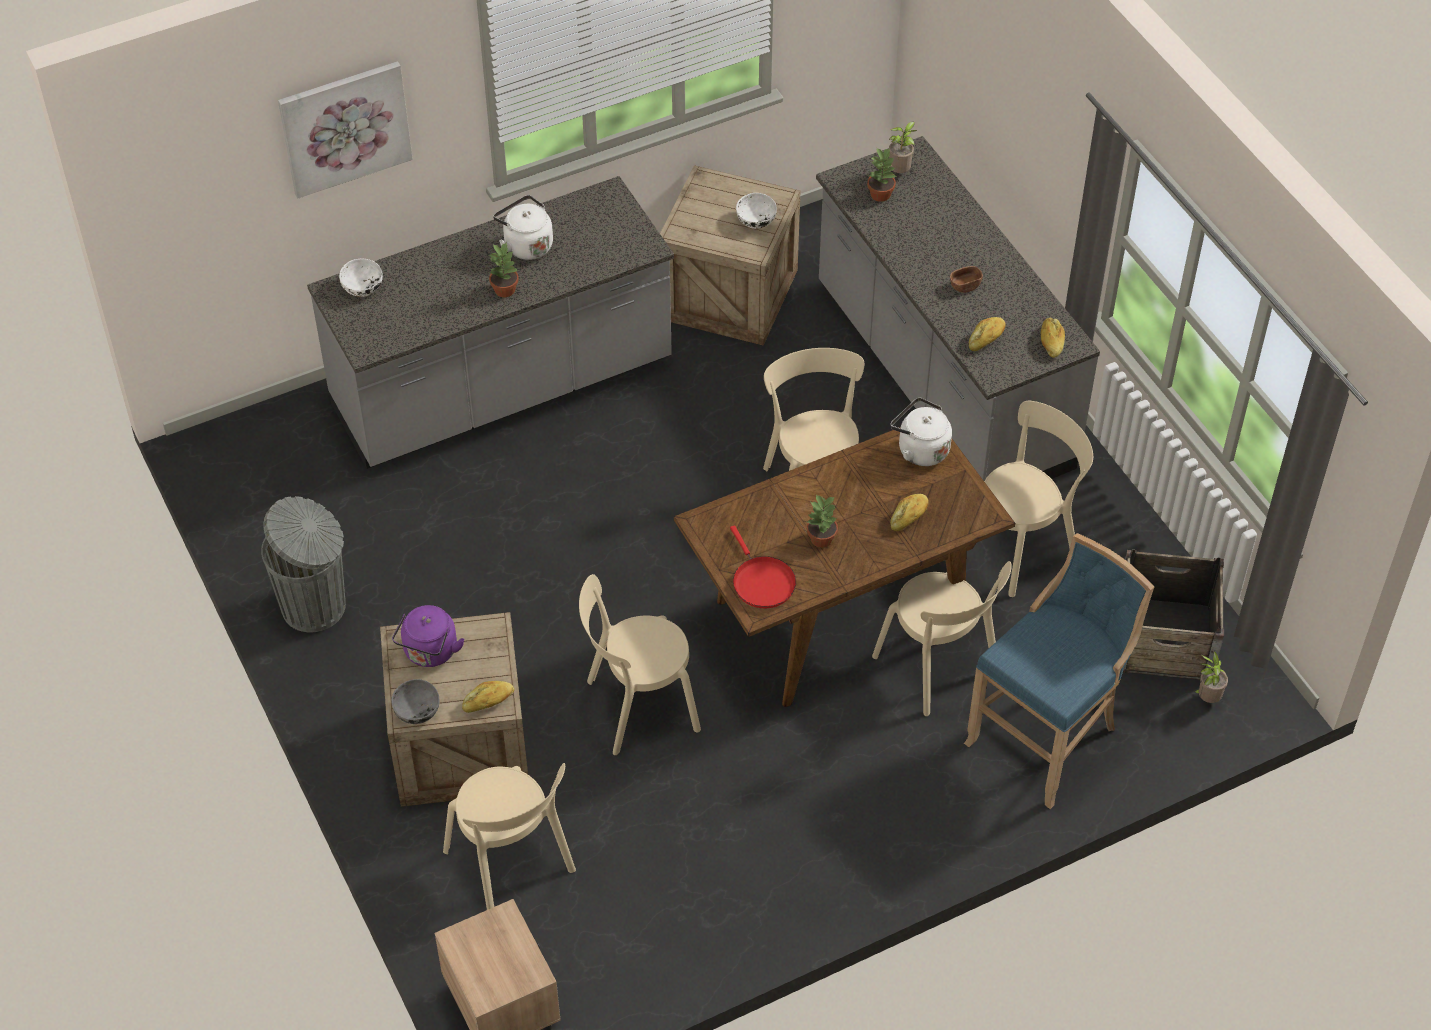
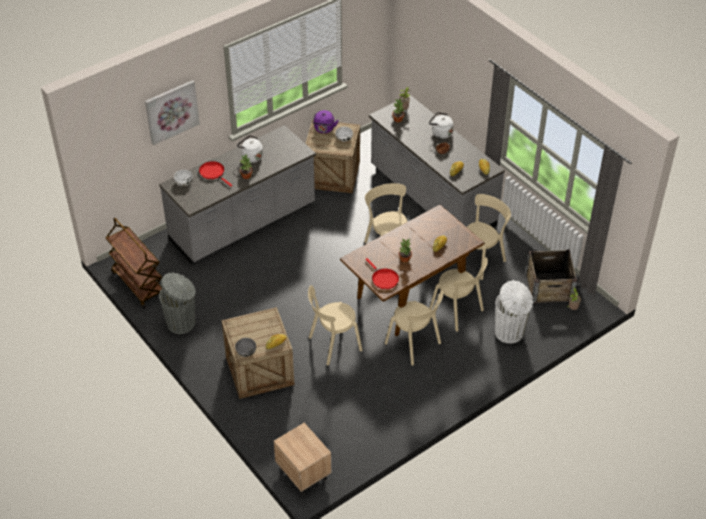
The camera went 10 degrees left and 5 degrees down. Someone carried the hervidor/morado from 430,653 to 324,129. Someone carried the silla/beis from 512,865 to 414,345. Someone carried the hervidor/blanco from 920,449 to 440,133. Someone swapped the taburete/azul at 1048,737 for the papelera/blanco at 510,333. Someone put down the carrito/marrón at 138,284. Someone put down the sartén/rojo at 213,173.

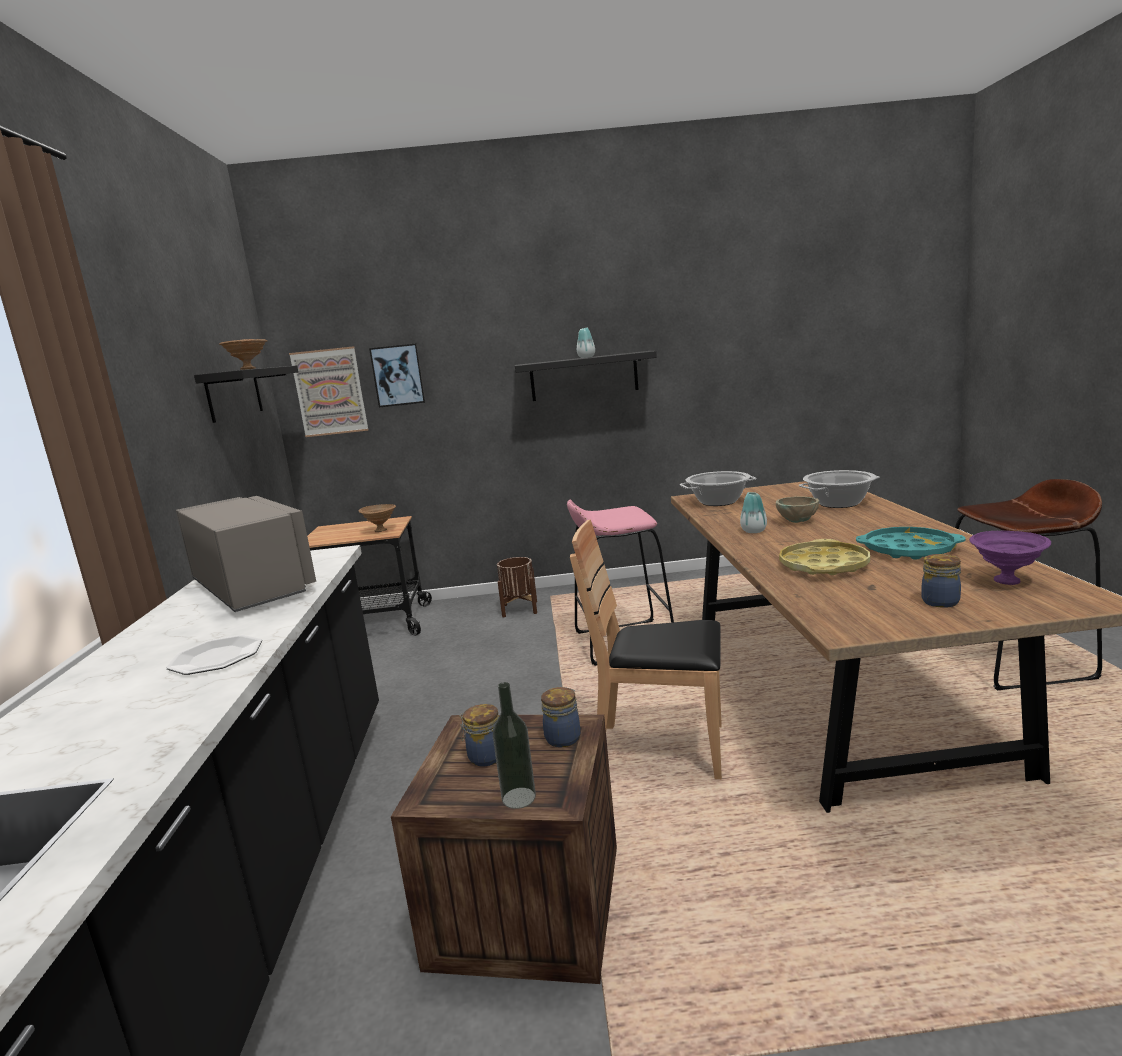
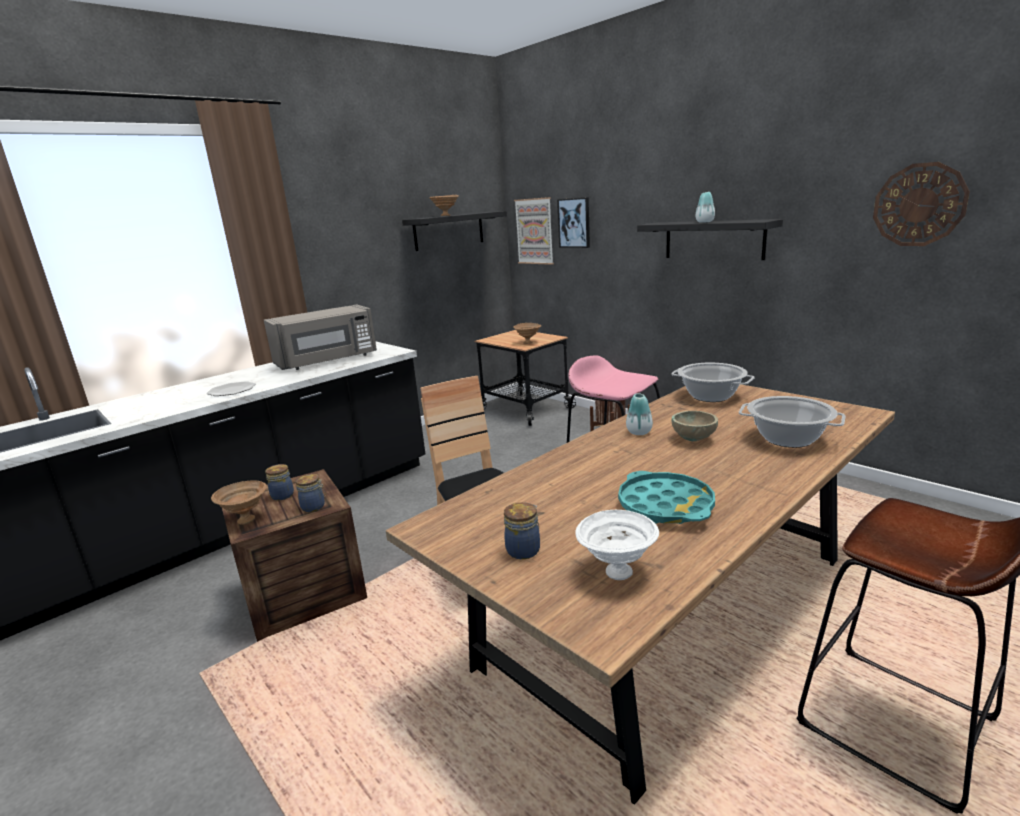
The camera went 50 degrees right and 5 degrees up. Someone rotated the microondas/gris at 254,588 by 45 degrees clockwise. Someone swapped the botella at 519,798 for the cuenco/marrón at 246,520. Someone took away the bandeja/amarillo at 823,566. Someone repainted the cuenco/morado at 1007,581, which became the cuenco/blanco at 616,573. Someone put up the reloj de pared at 919,205.

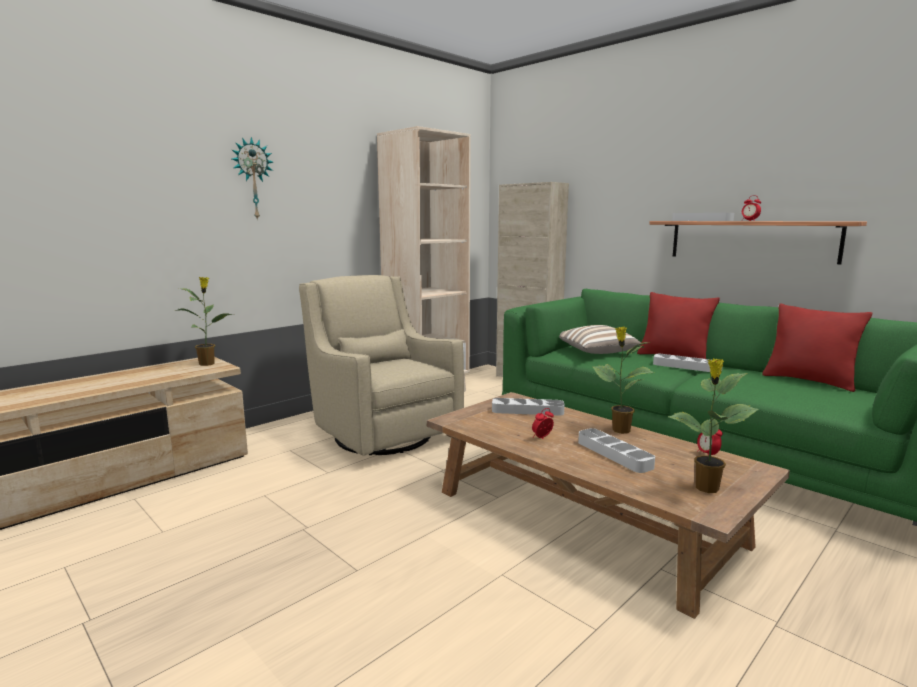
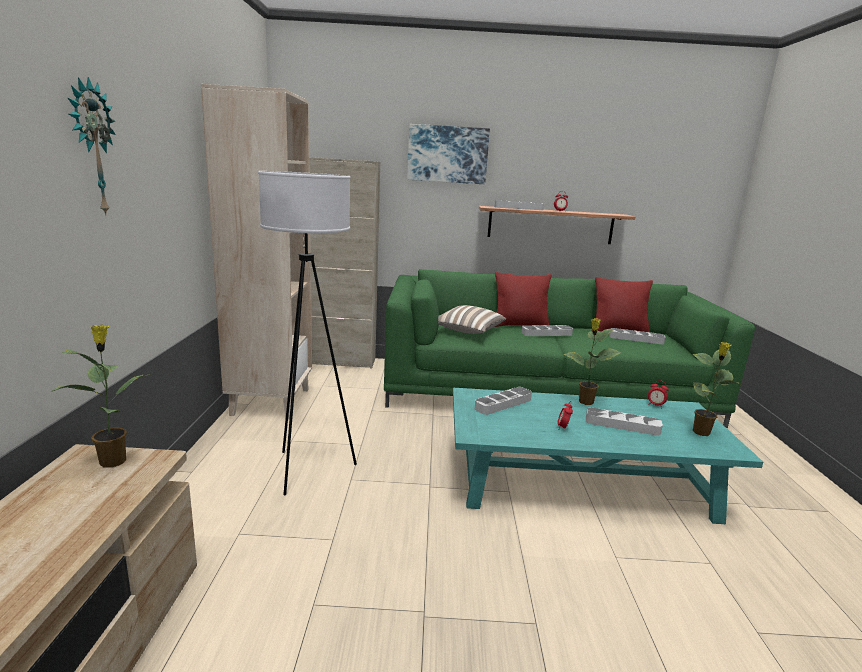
The camera went 45 degrees left and 5 degrees up. Someone swapped the sillón/beis at 381,434 for the lámpara de pie/blanco at 309,469. Someone repainted the mesa de centro/marrón at 586,517, which became the mesa de centro/turquesa at 581,480. Someone put up the cuadro at 447,154. Someone put down the bandeja/gris at 636,339.

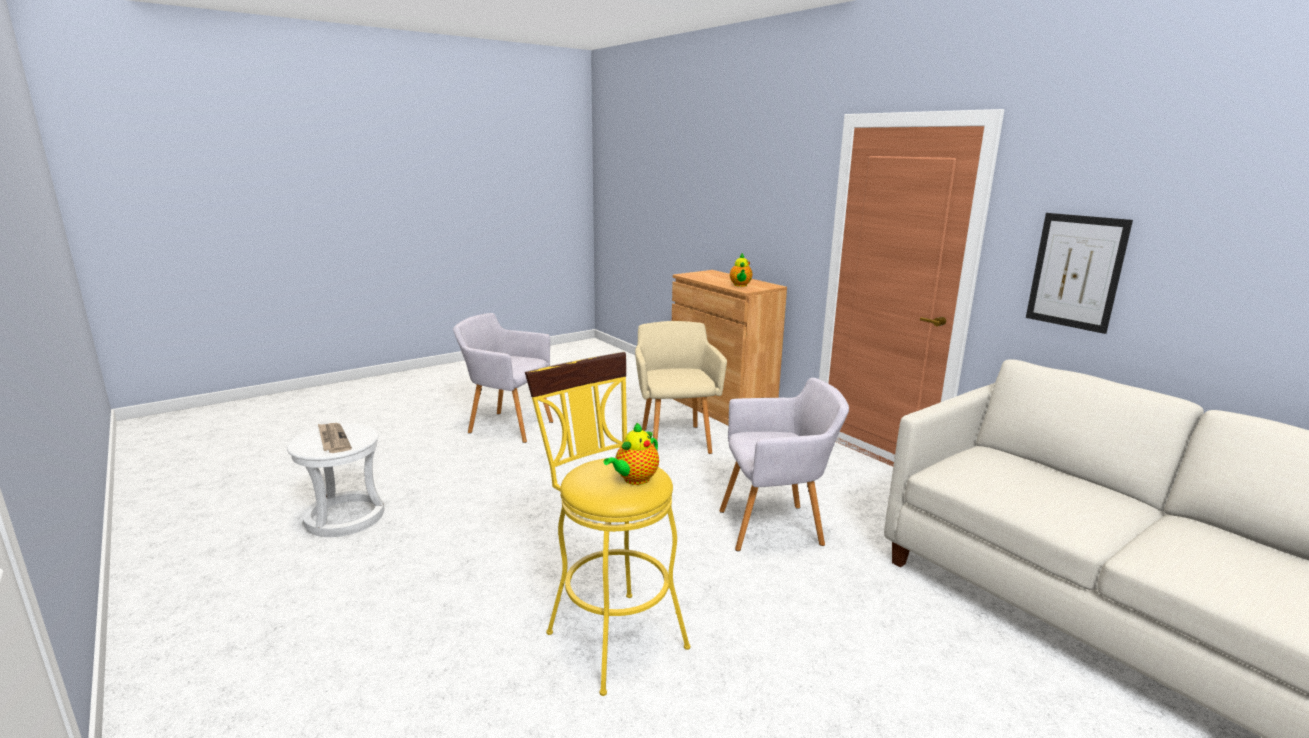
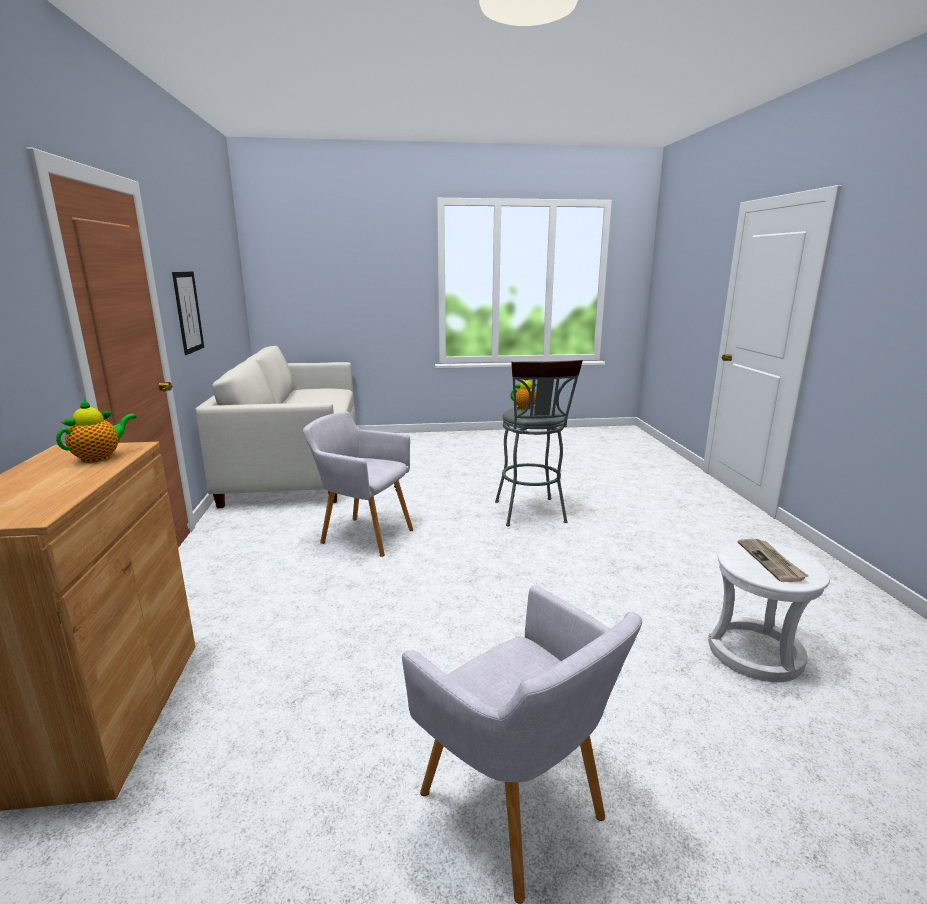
The camera went 150 degrees left and 0 degrees up. Someone repainted the taburete/amarillo at 610,633, which became the taburete/gris at 531,514. Someone took away the sillón/beis at 675,438.

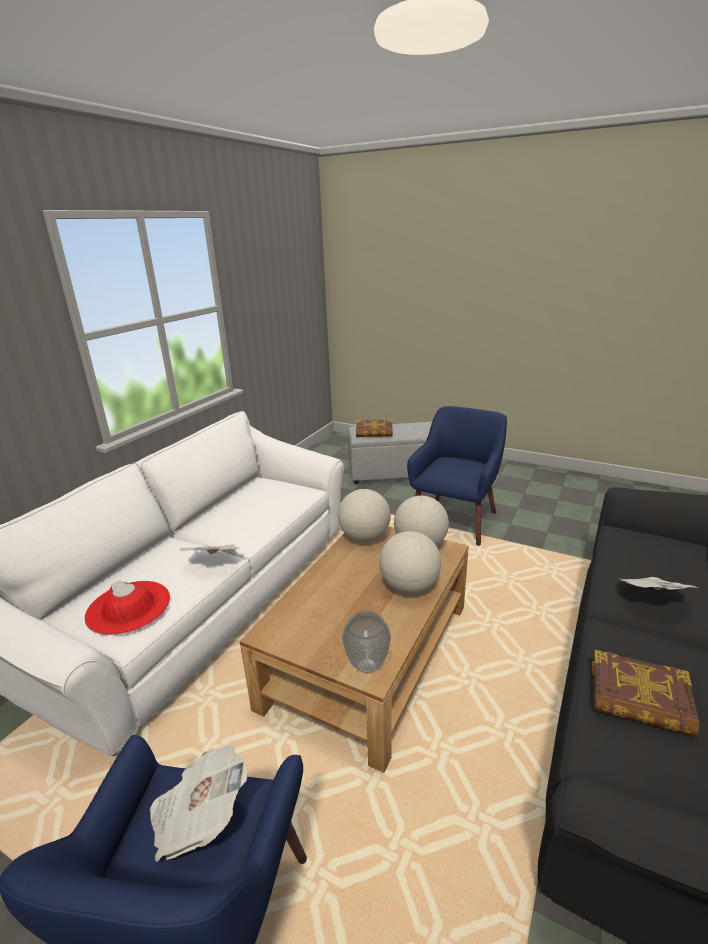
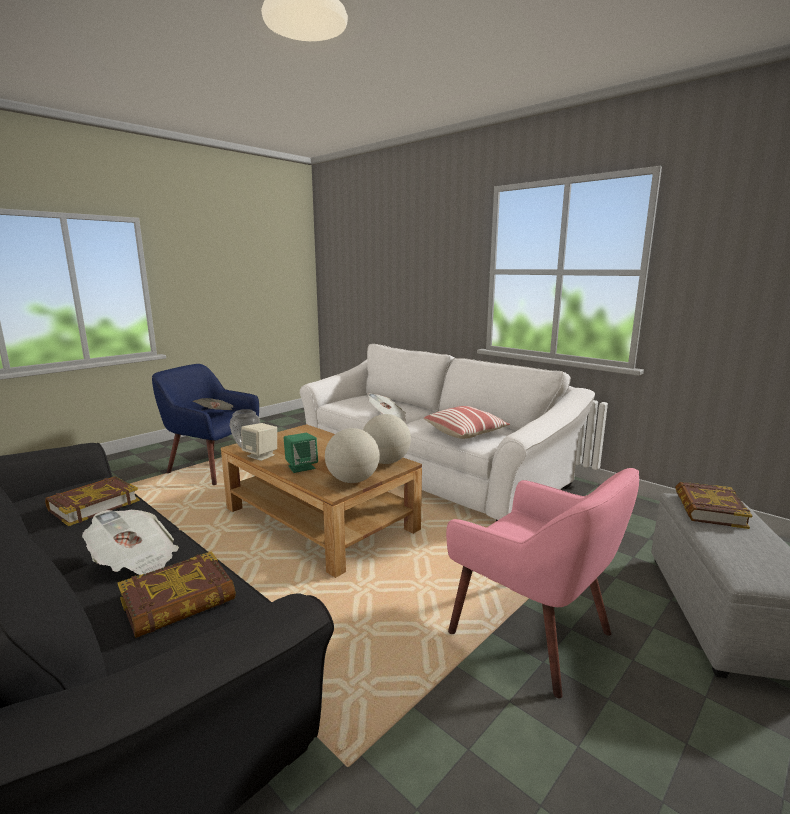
The camera went 105 degrees right and 10 degrees down. Someone took away the sombrero/rojo at 128,607. Someone swapped the globo terráqueo at 409,586 for the altavoz/verde at 301,467. Someone repainted the sillón/azul at 455,520, which became the sillón/rosa at 532,633. Someone put down the libro at 178,600. Someone put down the altavoz/beis at 261,455. Someone put down the cojín at 465,432.

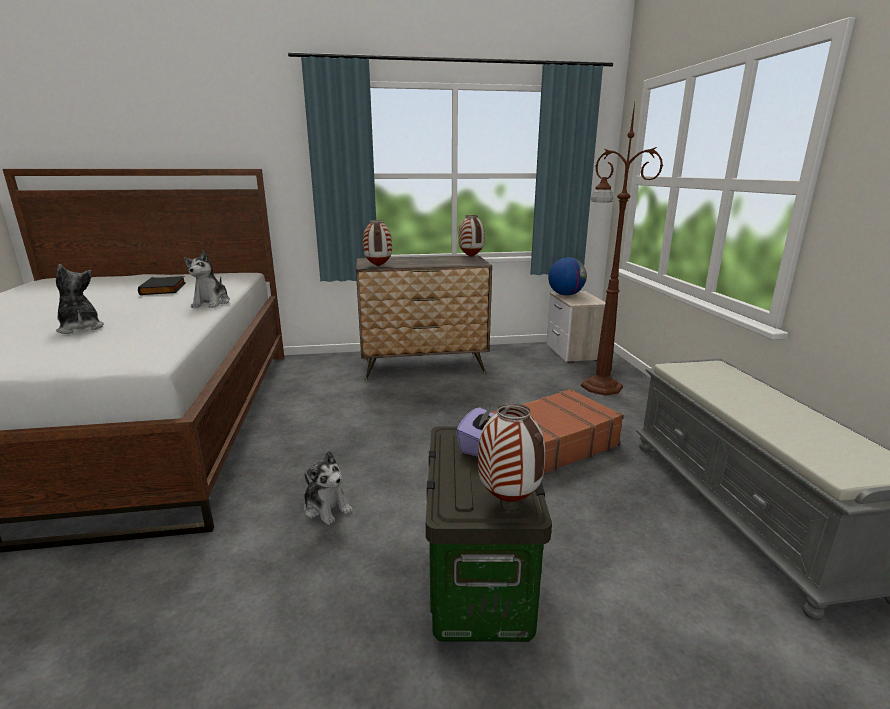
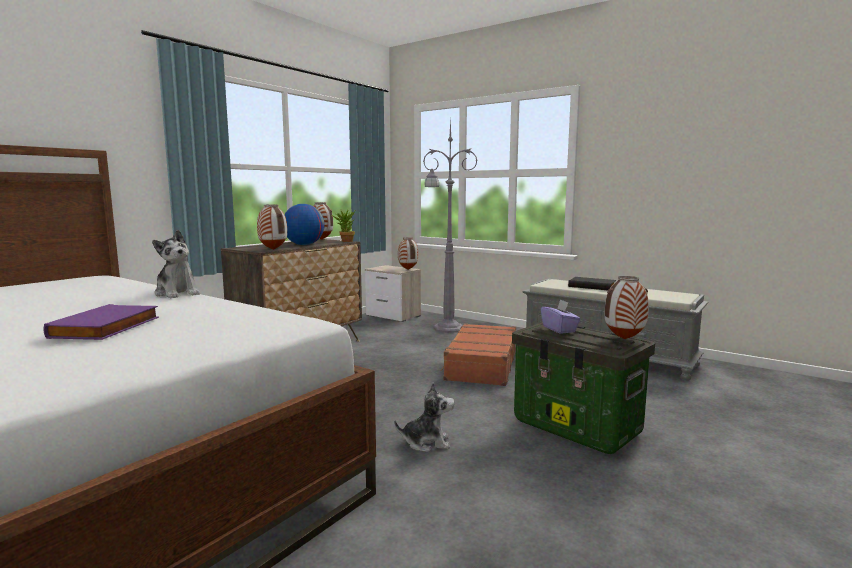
The camera went 45 degrees left and 10 degrees down. Someone swapped the peluche at 80,328 for the libro/morado at 107,328. Someone carried the libro/negro from 165,289 to 592,286. Someone carried the globo terráqueo from 565,295 to 304,245. Someone repainted the lámpara de pie/marrón at 599,386, which became the lámpara de pie/gris at 446,328. Someone put down the planta en maceta at 344,241. Someone put down the florero at 408,269.

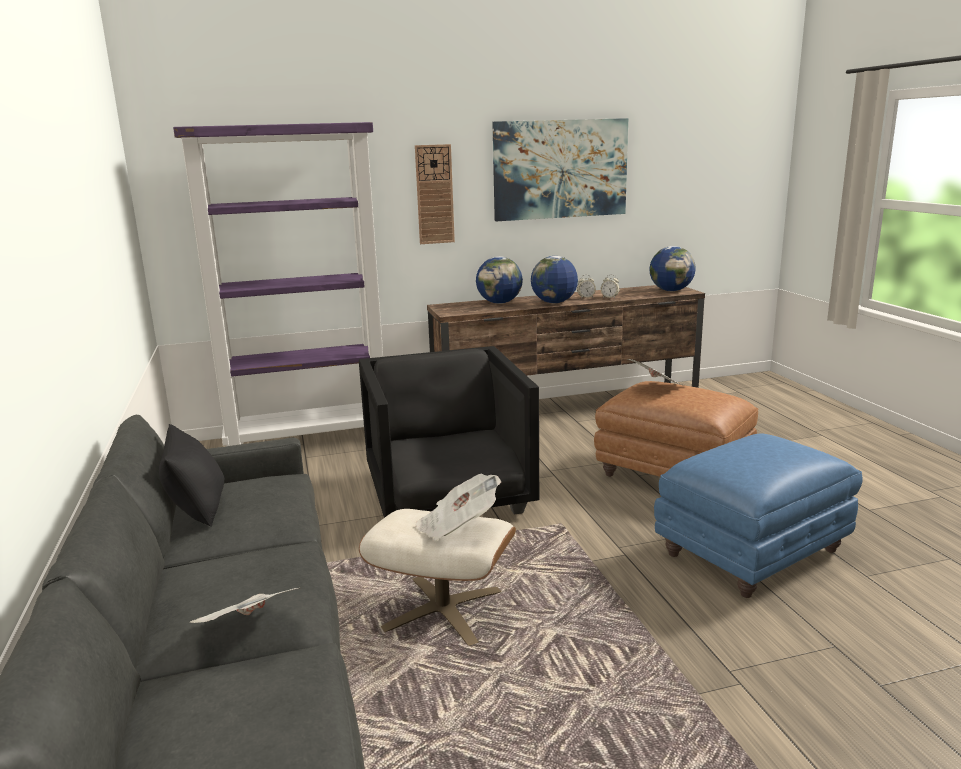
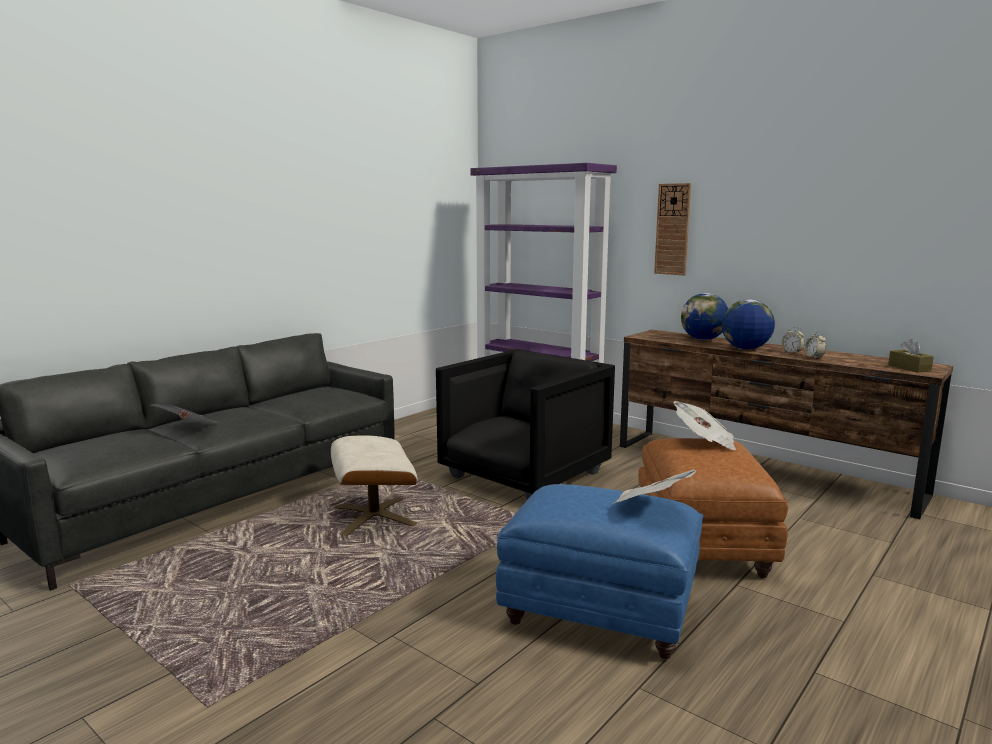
The camera went 55 degrees right and 5 degrees down. Someone took away the cojín/negro at 197,509. Someone carried the periódico from 458,526 to 651,507. Someone took away the cuadro at 560,169. Someone swapped the globo terráqueo at 671,290 for the caja de pañuelos/marrón at 909,368.

